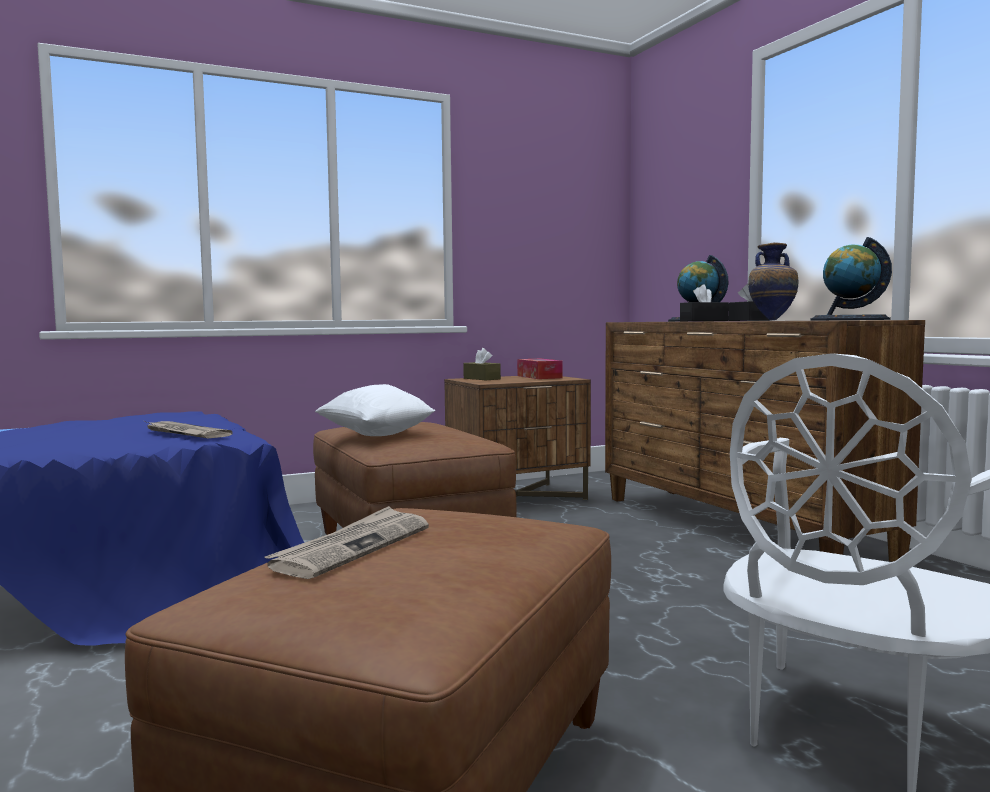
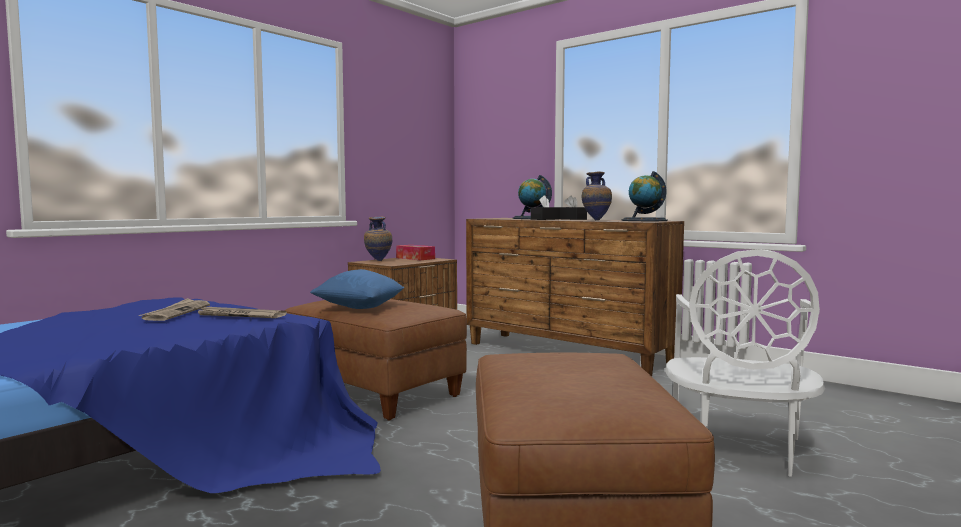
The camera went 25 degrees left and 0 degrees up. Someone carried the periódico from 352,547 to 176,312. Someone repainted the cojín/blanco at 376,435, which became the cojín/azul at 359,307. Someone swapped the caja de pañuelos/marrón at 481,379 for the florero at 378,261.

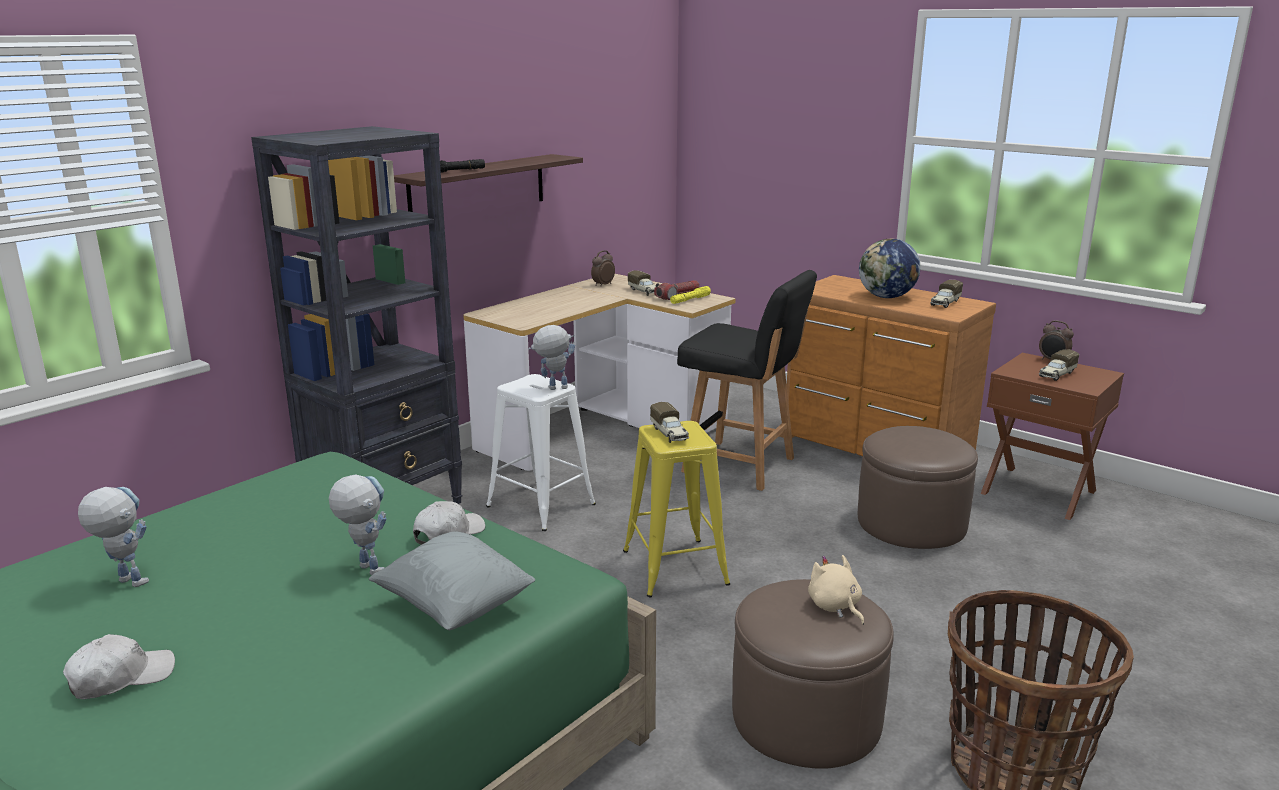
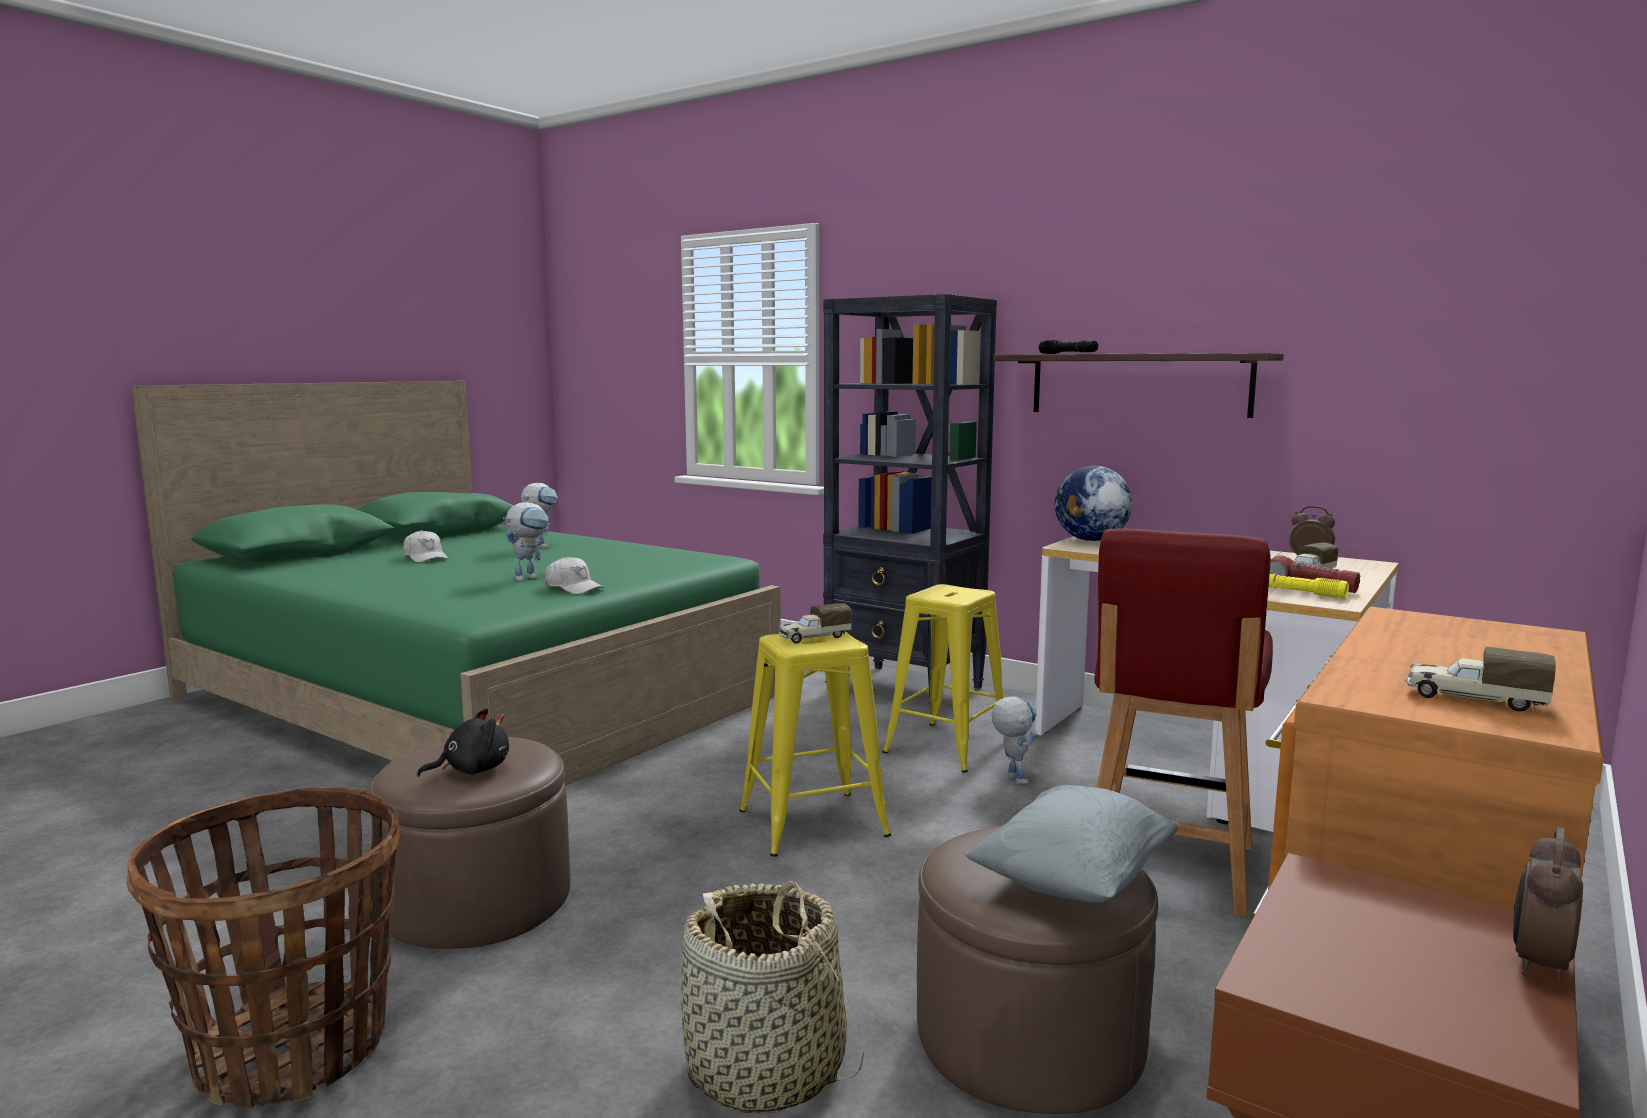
The camera went 85 degrees right and 10 degrees down. Someone carried the cojín/gris from 455,607 to 1072,881. Someone repainted the taburete/blanco at 540,505, which became the taburete/amarillo at 947,747. Someone carried the robot de juguete from 553,389 to 1011,777. Someone repainted the silla/negro at 741,466, which became the silla/rojo at 1167,866. Someone repainted the peluche/beis at 835,607, which became the peluche/negro at 472,770. Someone carried the globo terráqueo from 886,297 to 1090,540. Someone took away the camión de juguete at 1056,375. Someone put down the cesta at 766,1069.

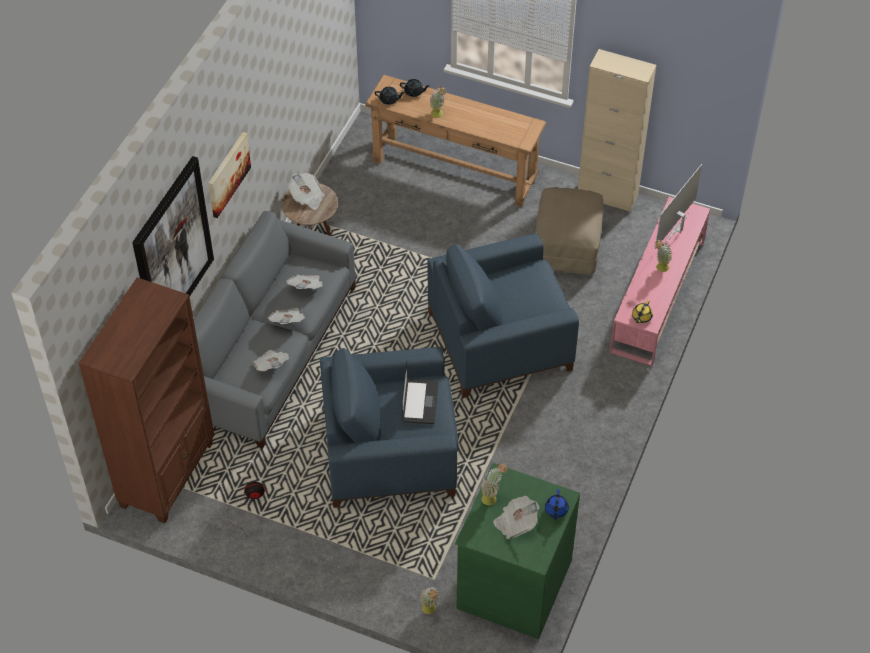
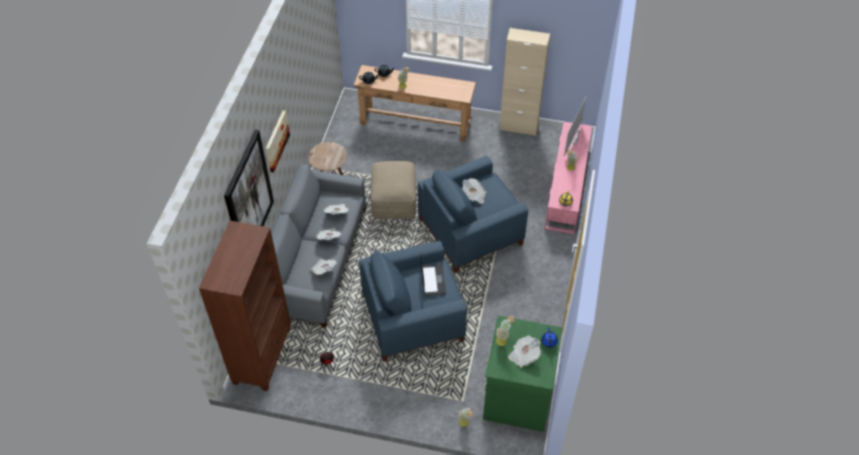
The camera went 10 degrees left and 0 degrees up. Someone carried the periódico from 307,197 to 474,195. Someone carried the puf/beis from 566,245 to 393,200.

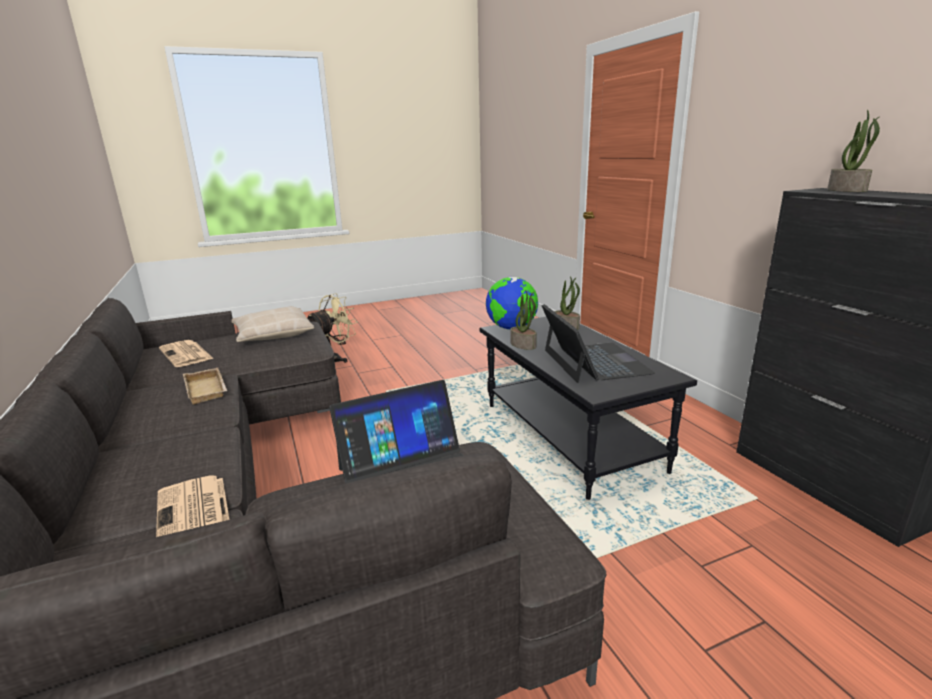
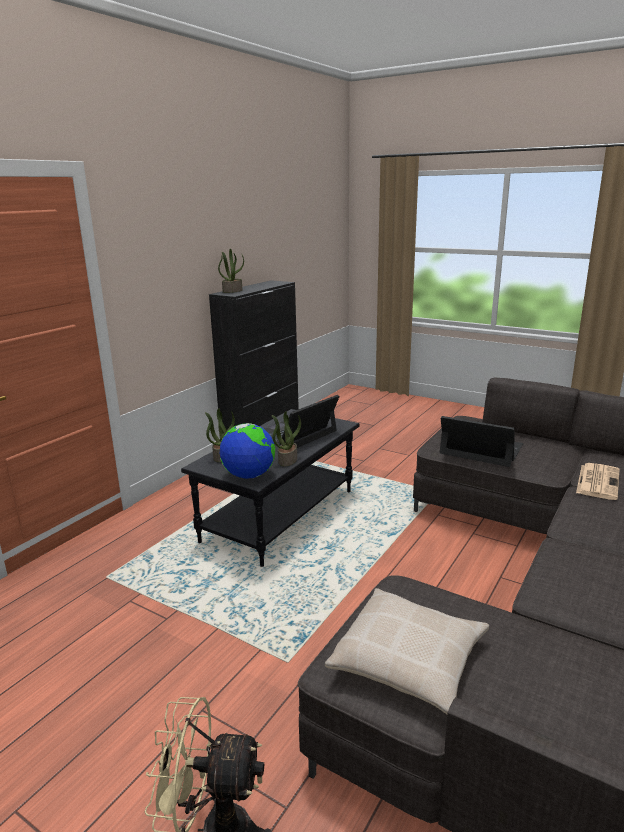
The camera went 125 degrees left and 0 degrees up. Someone took away the periódico at 186,354. Someone took away the bandeja/beis at 208,390.

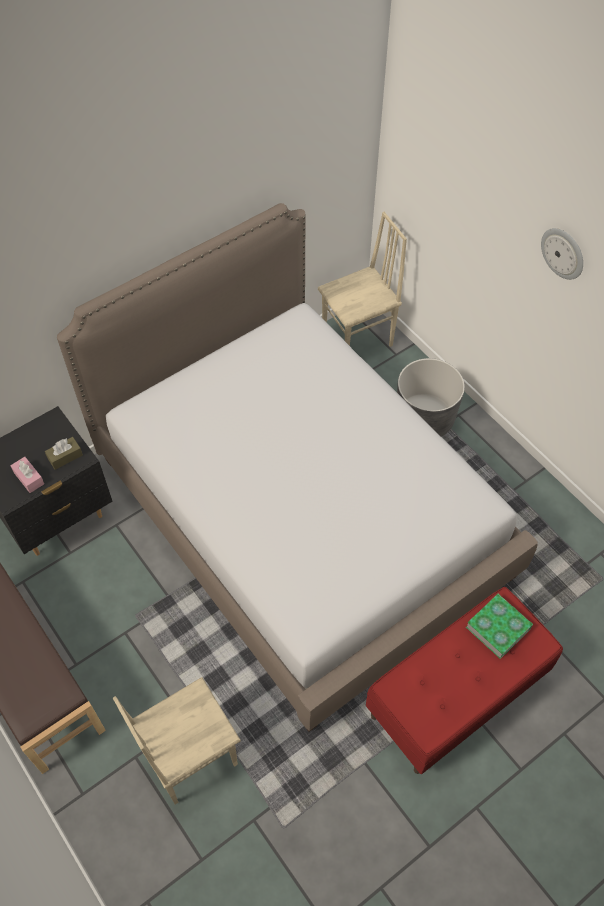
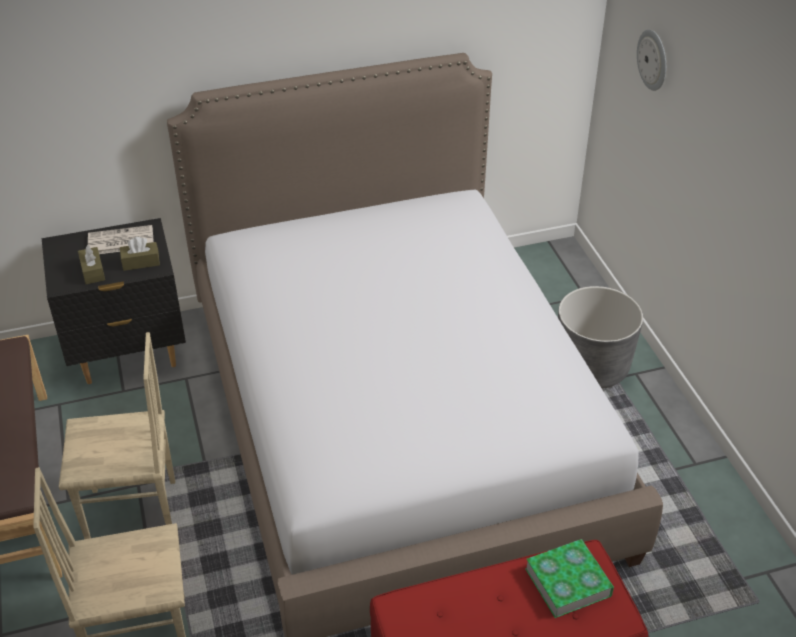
The camera went 20 degrees right and 15 degrees down. Someone repainted the caja de pañuelos/rosa at 29,478, which became the caja de pañuelos/marrón at 93,271. Someone carried the silla/beis from 358,340 to 133,515. Someone carried the reloj de pared from 563,253 to 653,59. Someone put down the periódico at 120,241.

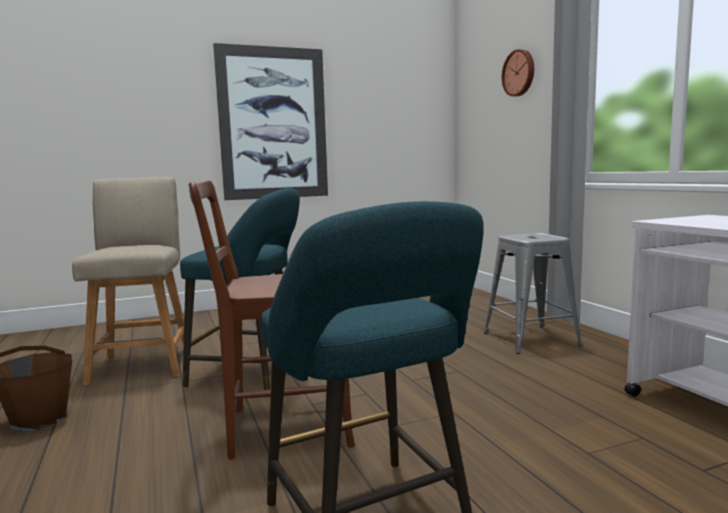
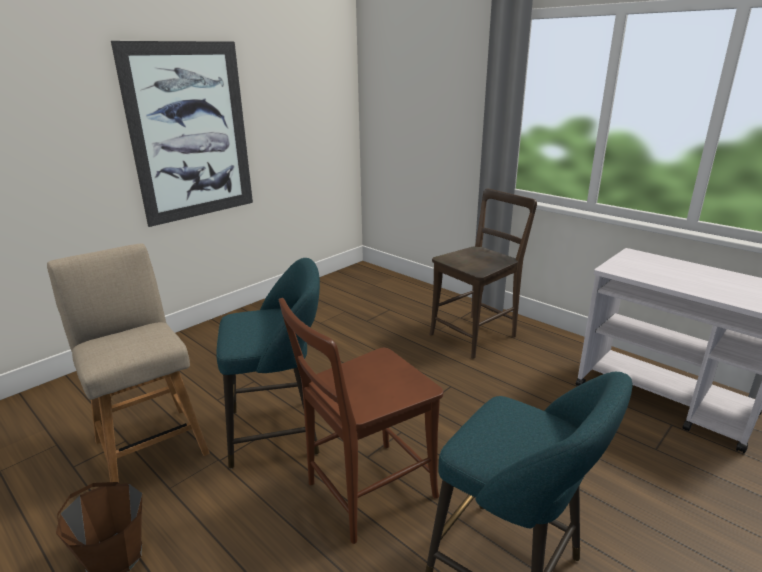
The camera went 25 degrees left and 15 degrees up. Someone swapped the taburete/gris at 530,339 for the silla/marrón at 476,334. Someone took away the reloj de pared at 519,73.

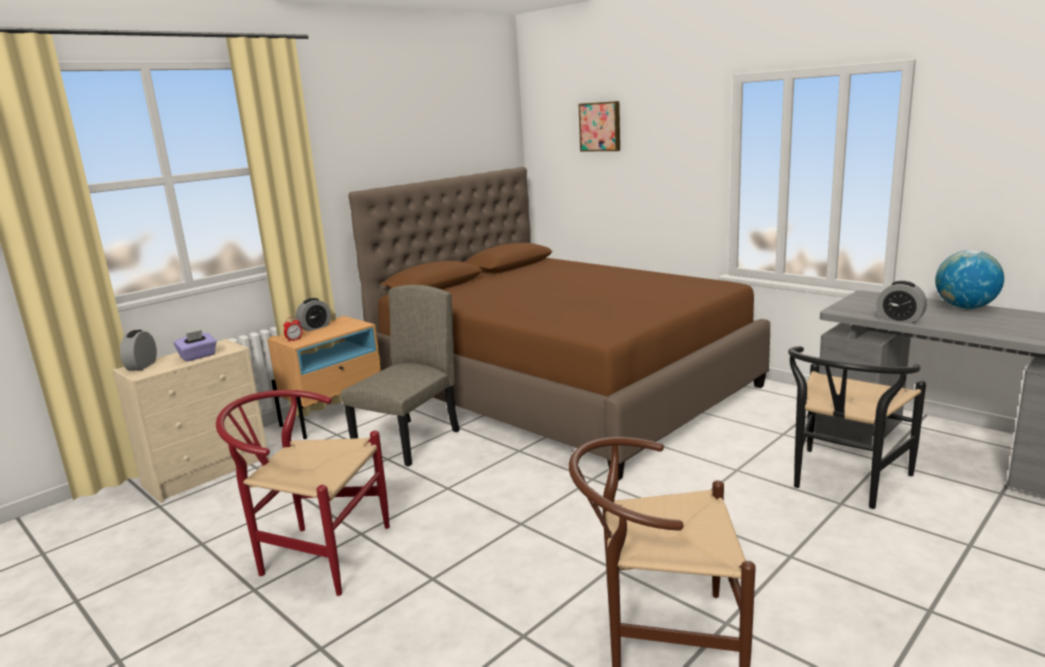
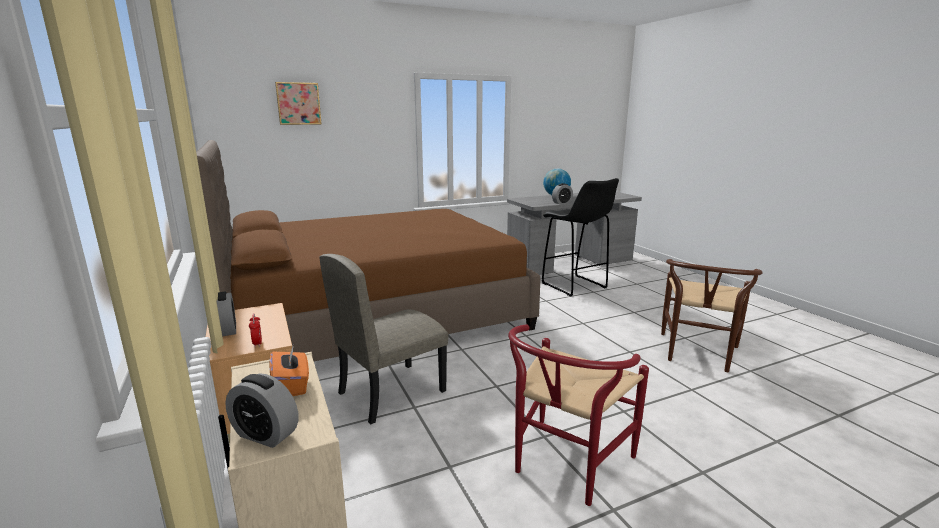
The camera went 70 degrees left and 0 degrees up. Someone repainted the caja de pañuelos/morado at 198,356, which became the caja de pañuelos/naranja at 291,386. Someone rotated the silla/beis at 408,442 by 90 degrees counterclockwise. Someone swapped the silla/negro at 843,482 for the taburete/negro at 575,286.

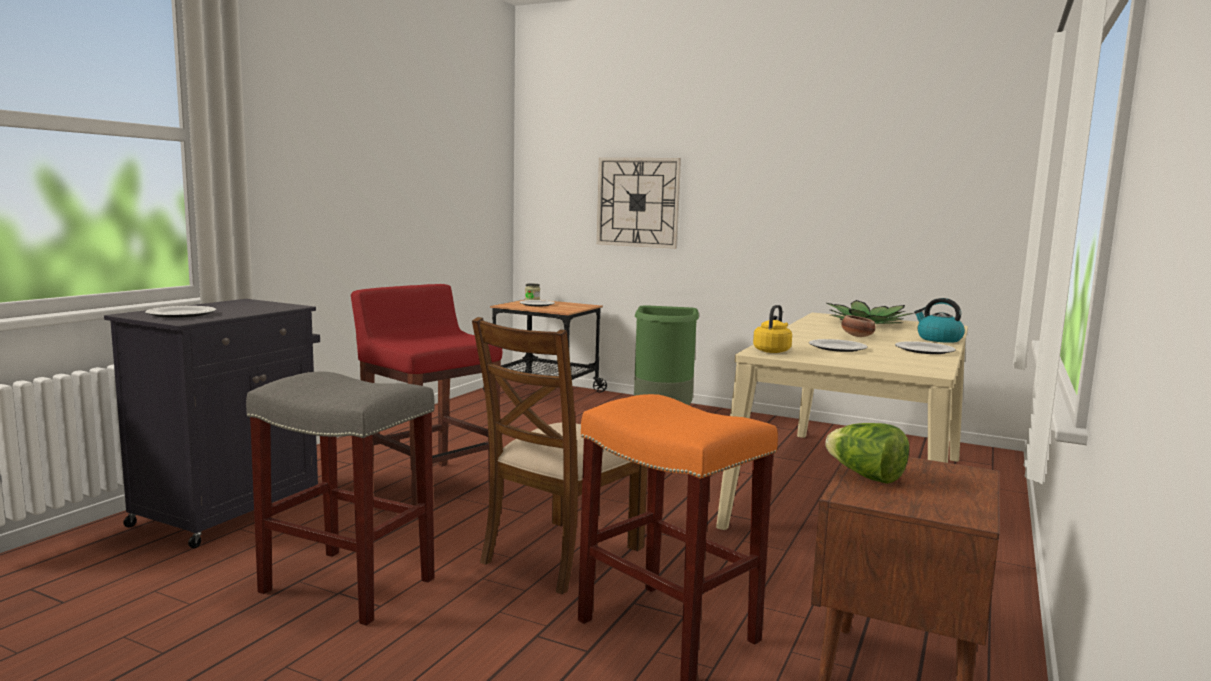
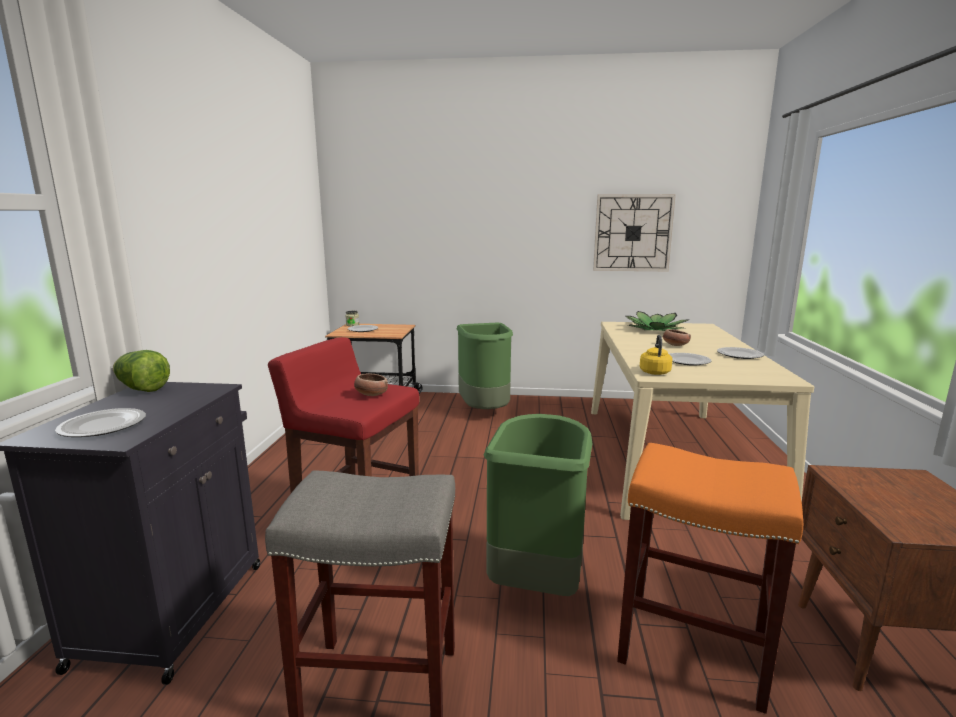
The camera went 20 degrees left and 5 degrees up. Someone swapped the silla/marrón at 560,554 for the papelera/verde at 535,582. Someone carried the reloj de pared from 638,202 to 632,233. Someone carried the lechuga from 865,476 to 142,389. Someone took away the hervidor at 938,339. Someone put down the cuenco at 371,395.

